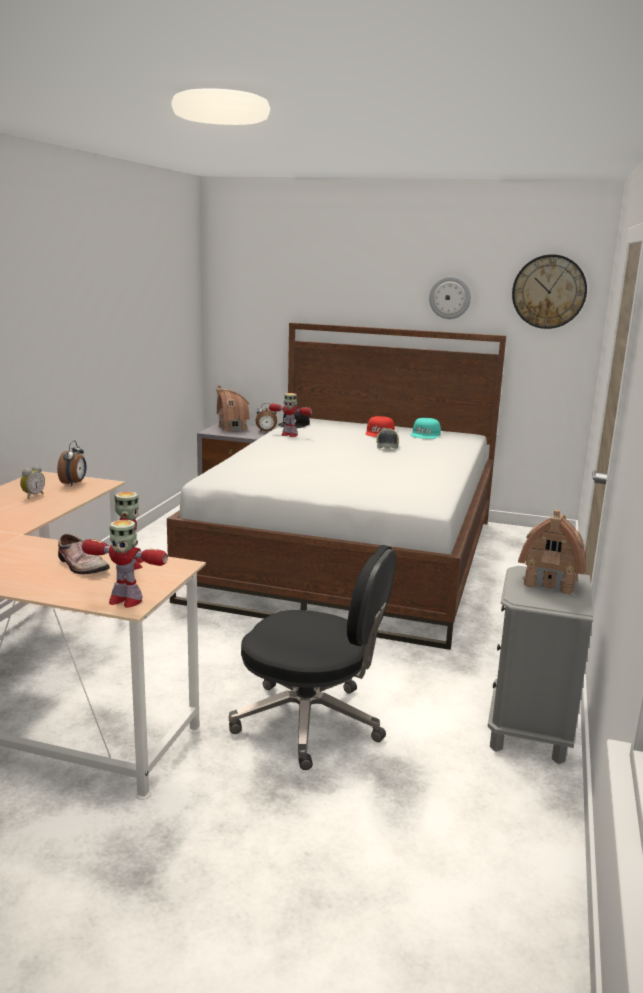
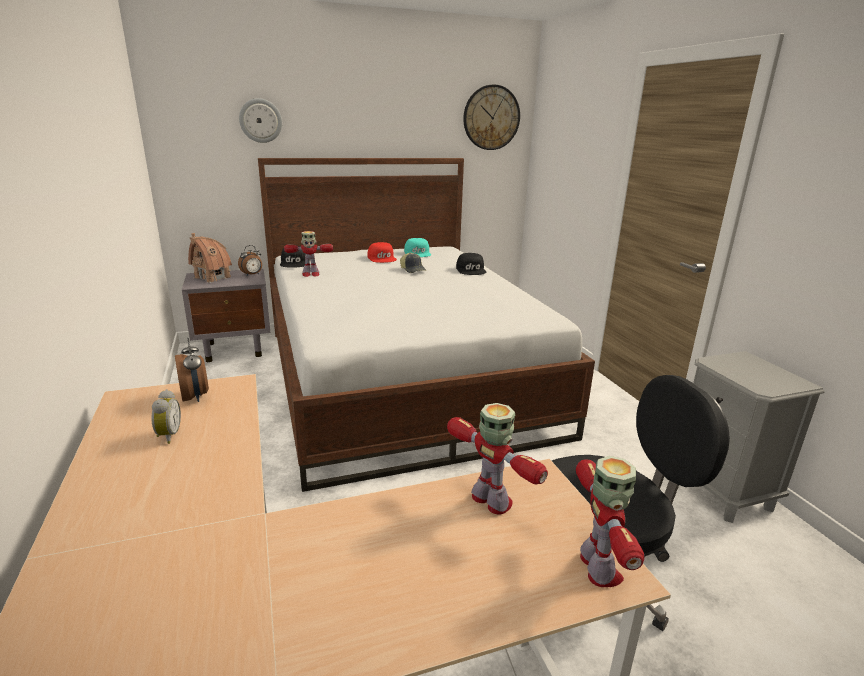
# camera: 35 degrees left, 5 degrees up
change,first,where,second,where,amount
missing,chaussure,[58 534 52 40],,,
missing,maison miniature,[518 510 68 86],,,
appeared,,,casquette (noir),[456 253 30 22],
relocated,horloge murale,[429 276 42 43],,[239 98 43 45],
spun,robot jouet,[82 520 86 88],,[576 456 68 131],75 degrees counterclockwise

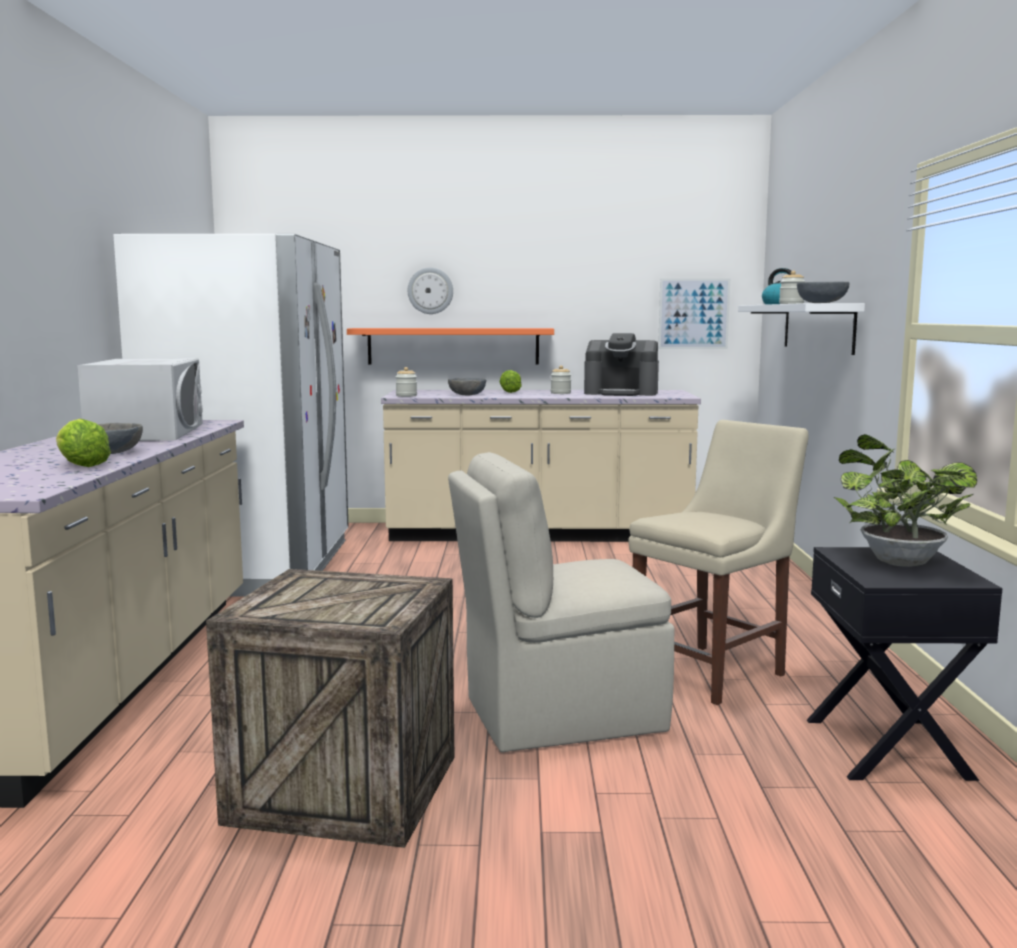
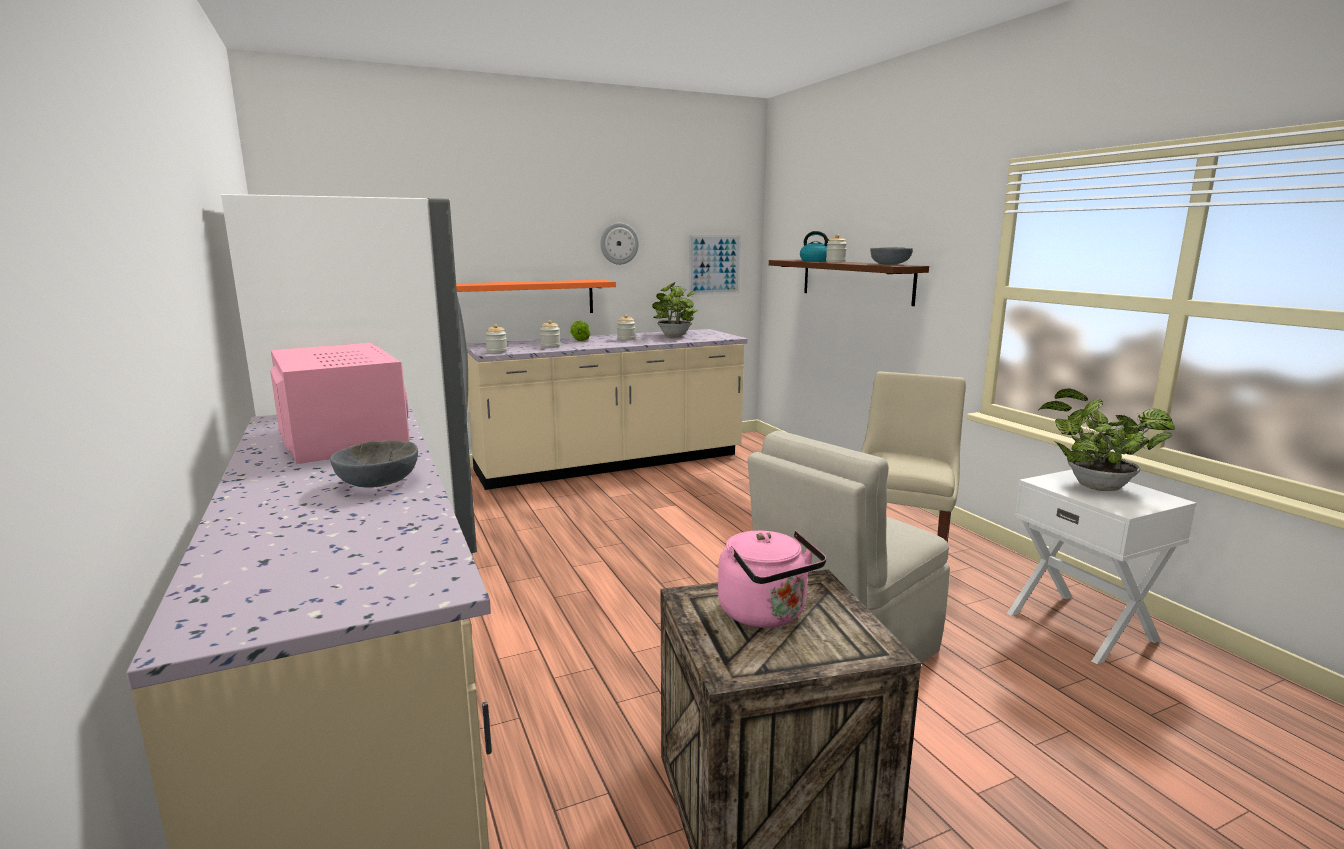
# camera: 25 degrees left, 5 degrees up
change,first,where,second,where,amount
missing,laitue,[56 419 55 48],,,
appeared,,,bouilloire (rose),[718 531 108 97],
relocated,horloge murale,[408 267 45 47],,[600 223 39 42],
exchanged,bol (gris),[448 378 38 17],bocal,[540 320 20 28],
exchanged,machine à café,[584 333 75 63],plante en pot,[652 282 46 55],
colour,micro-ondes (blanc),[77 358 126 83],micro-ondes (rose),[270 343 140 121],
colour,étagère (blanc),[738 303 127 52],étagère (marron),[769 260 160 46],
colour,table de chevet (noir),[807 547 195 234],table de chevet (blanc),[1007 470 190 194],

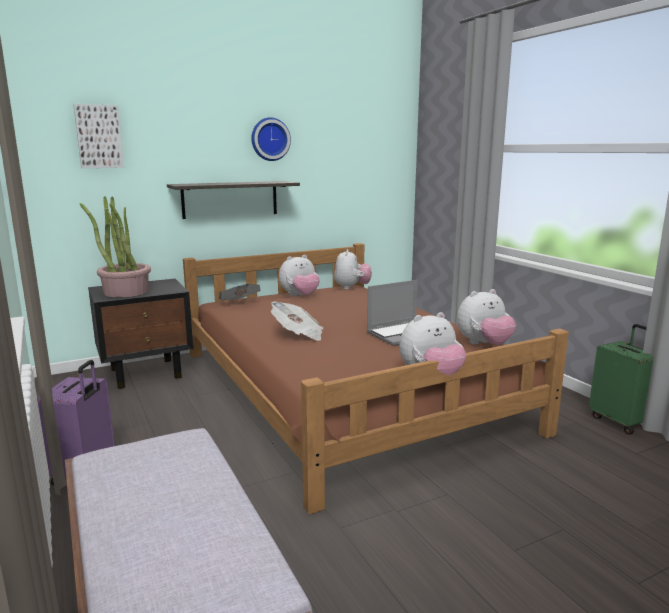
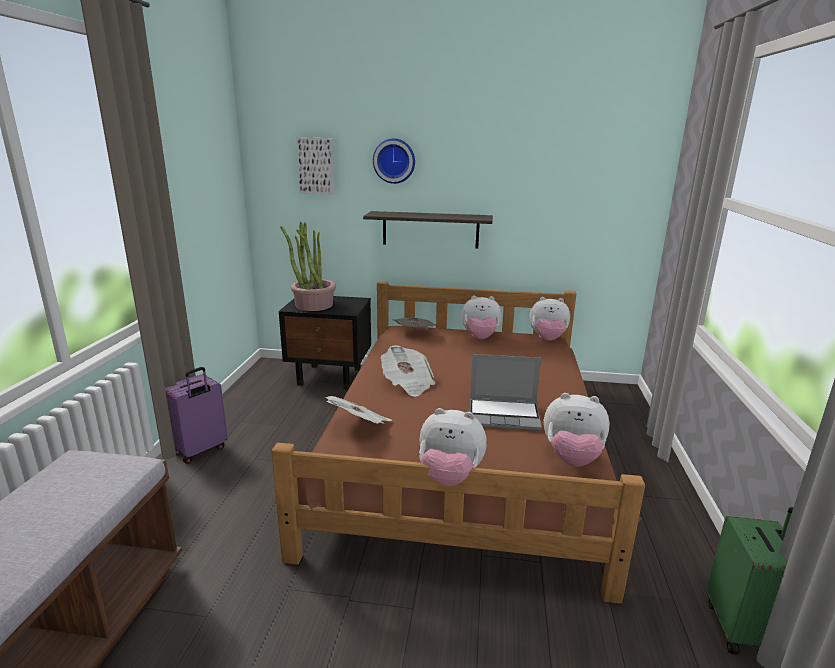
# camera: 35 degrees right, 5 degrees up
change,first,where,second,where,amount
appeared,,,journal,[325 396 67 28],
relocated,horloge murale,[251 117 40 44],,[373 138 42 46],
spun,peluche,[334 249 38 41],,[529 297 41 44],60 degrees clockwise

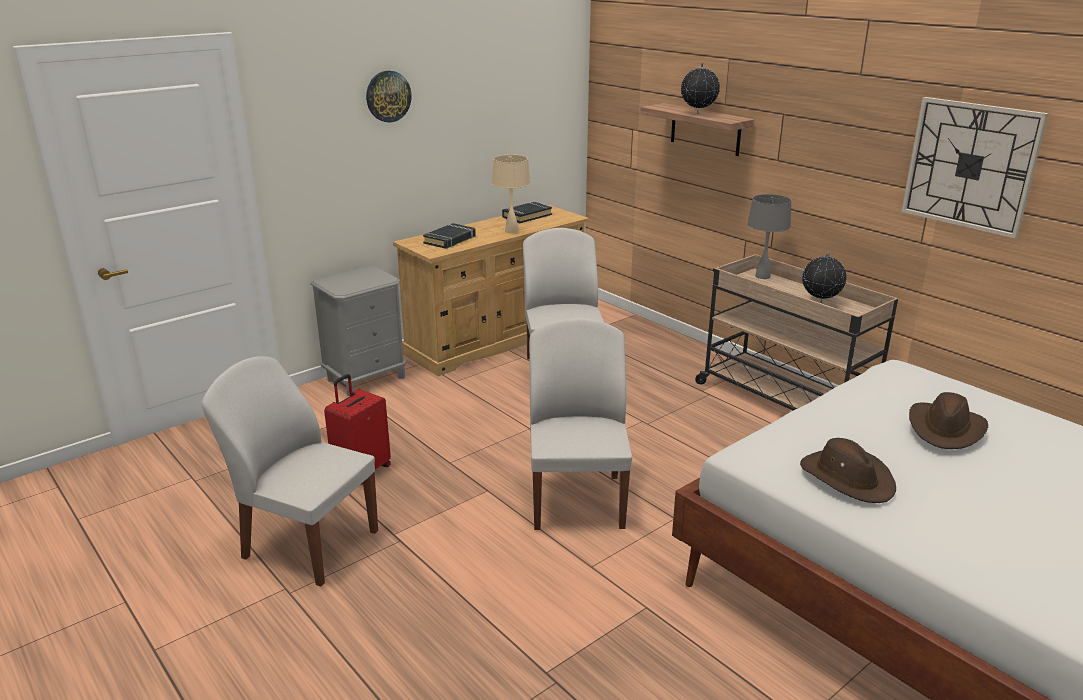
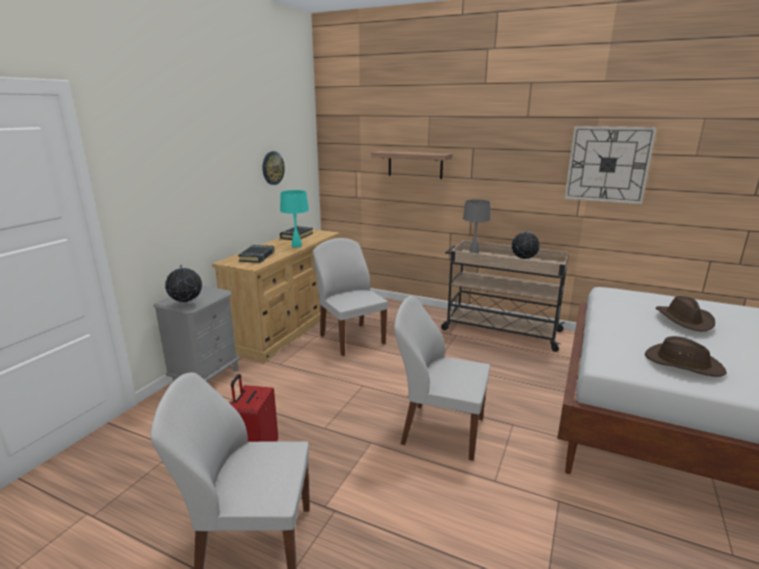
# camera: 25 degrees left, 5 degrees down
change,first,where,second,where,amount
relocated,horloge murale,[366 71 46 52],,[263 151 22 34],
relocated,globe,[681 63 39 51],,[165 264 37 42],
colour,lampe de table (beige),[492 154 38 79],lampe de table (turquoise),[280 190 29 57],
spun,chaise (blanc),[529 318 103 212],,[394 296 96 165],45 degrees counterclockwise

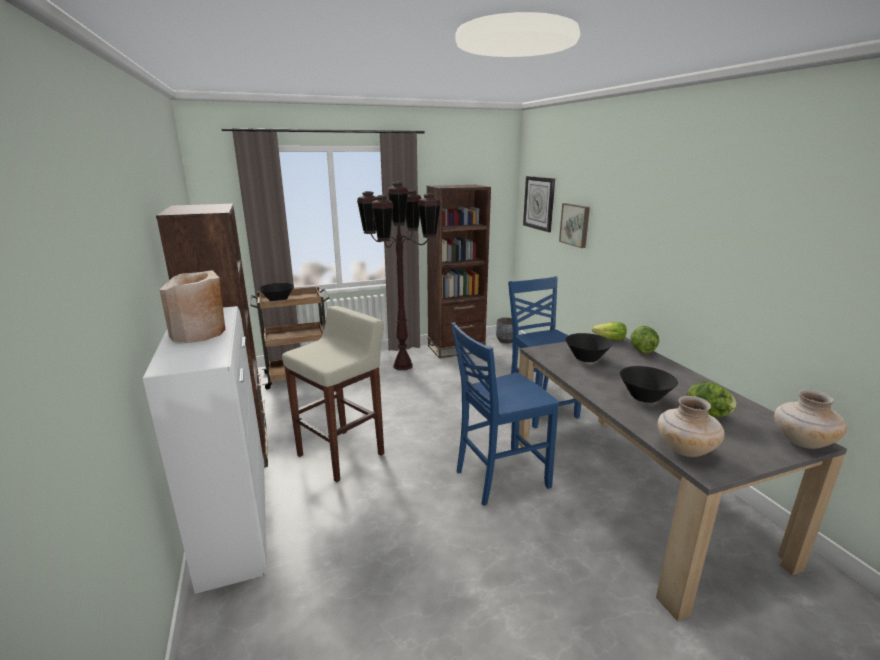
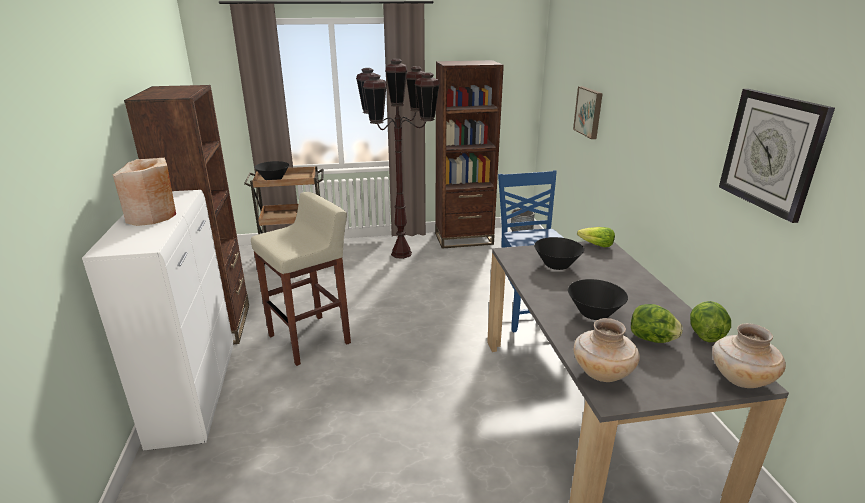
# camera: 10 degrees right, 5 degrees up
change,first,where,second,where,amount
missing,chaise (bleu),[451 322 108 184],,,
relocated,horloge murale,[523 176 32 56],,[719 89 116 134],
relocated,laitue,[630 326 29 28],,[690 301 41 42],

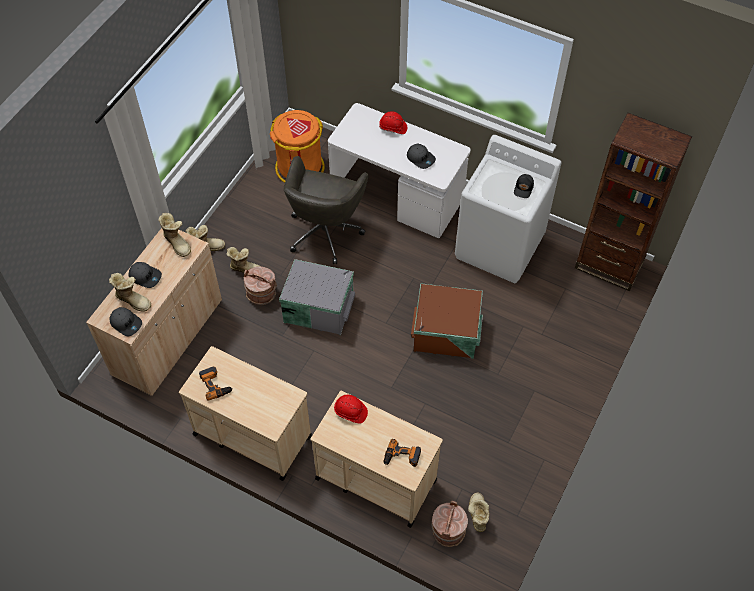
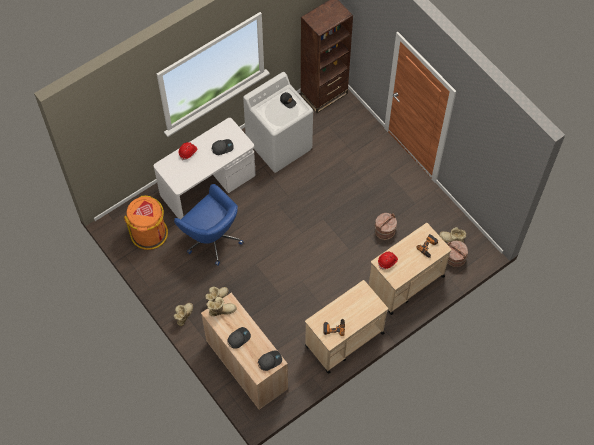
# camera: 65 degrees left, 5 degrees up
change,first,where,second,where,amount
missing,botte,[109 273 42 39],,,
missing,boîte de rangement (gris),[279 259 76 76],,,
missing,boîte de rangement (marron),[411 283 72 76],,,
relocated,seau (marron),[244 266 33 39],,[375 213 22 27],
colour,chaise de bureau (gris),[284 156 85 108],chaise de bureau (bleu),[174 184 69 82],

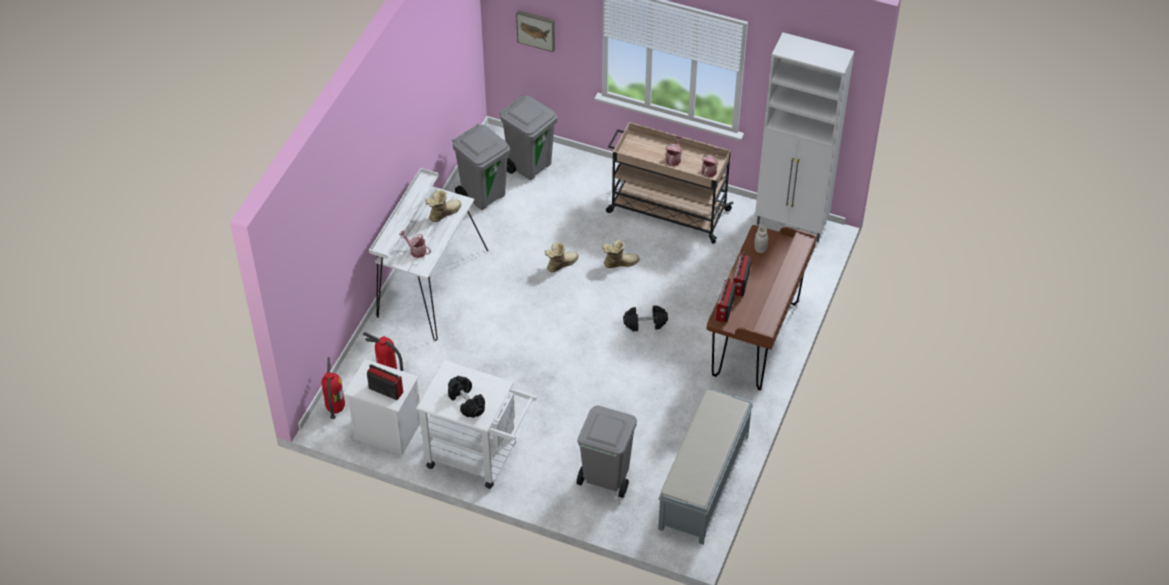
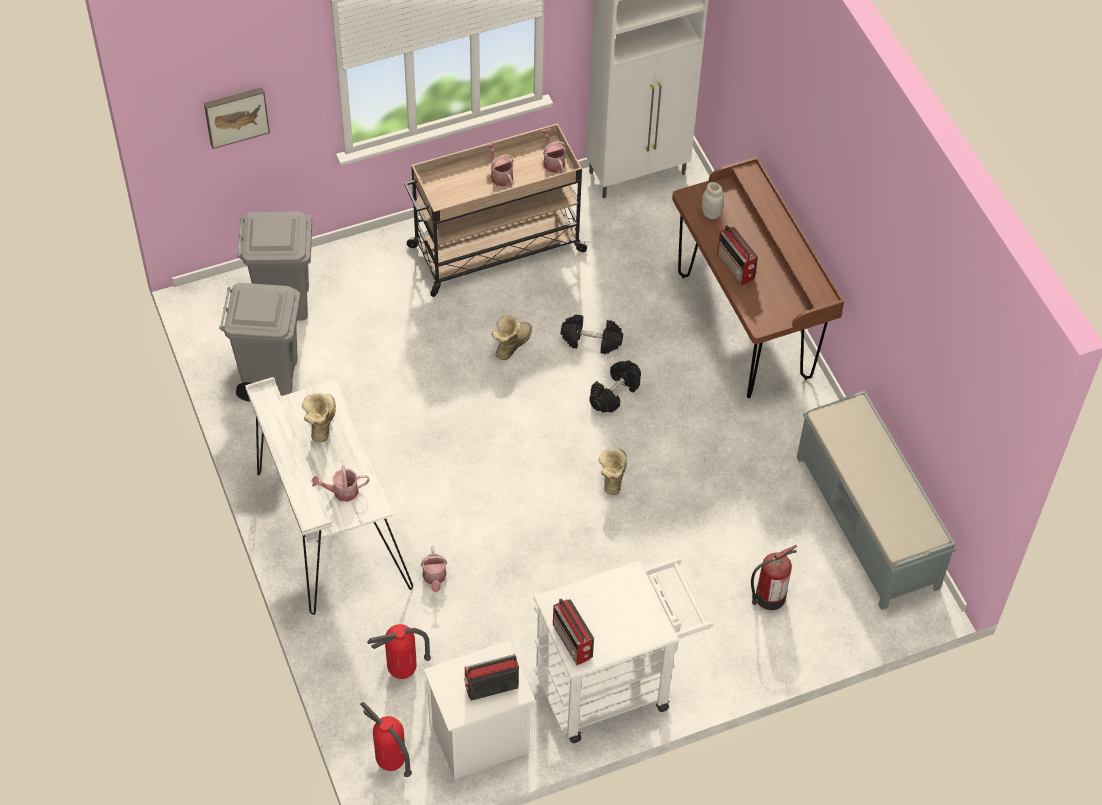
# camera: 45 degrees left, 5 degrees up
change,first,where,second,where,amount
appeared,,,arrosoir,[421 546 26 46],
relocated,haltère (noir),[448 376 37 42],,[561 315 62 39],
relocated,botte,[545 242 34 31],,[599 449 28 46],
relocated,radio,[716 278 20 44],,[553 598 41 67],
exchanged,poubelle (gris),[577 405 60 93],extincteur,[751 545 46 65],

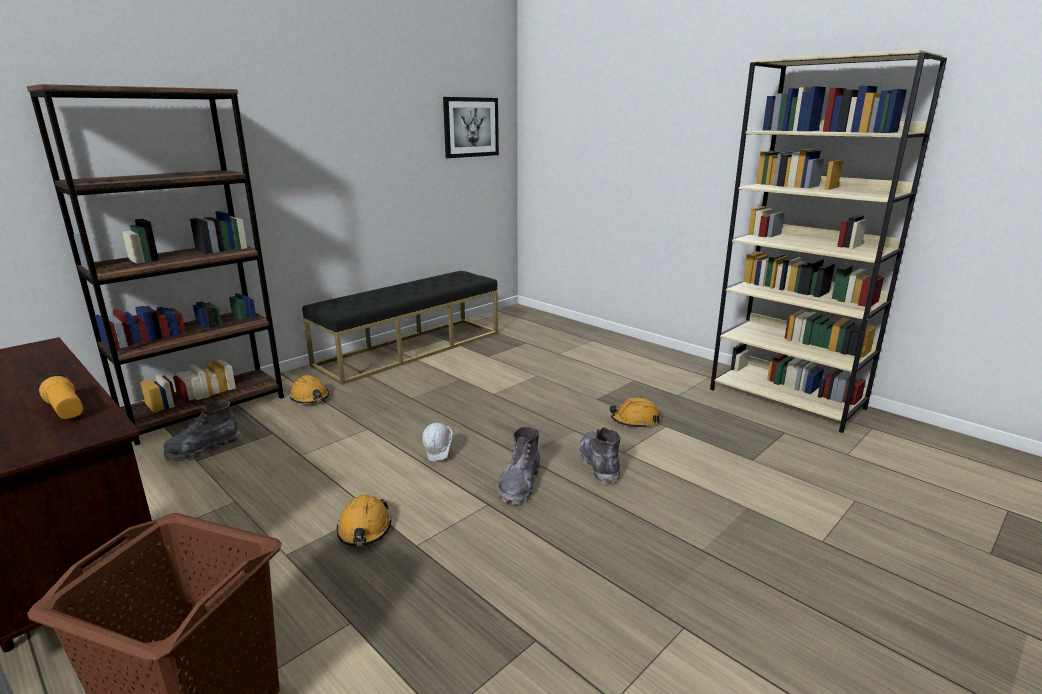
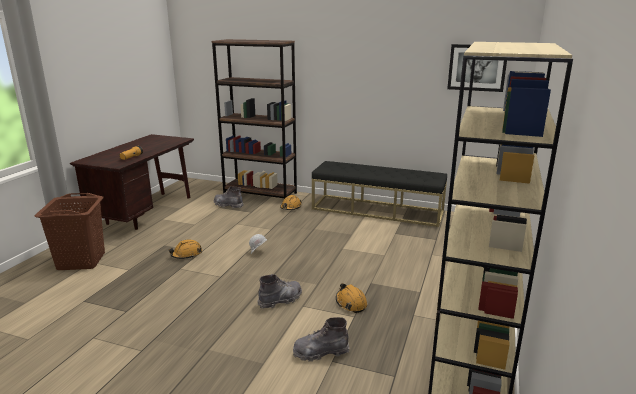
# camera: 65 degrees right, 0 degrees up
change,first,where,second,where,amount
relocated,botte (gris),[498 427 42 78],,[293 317 57 45],

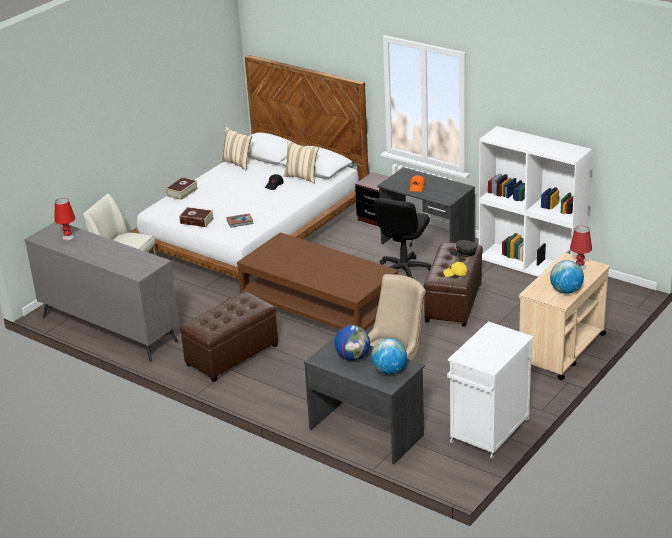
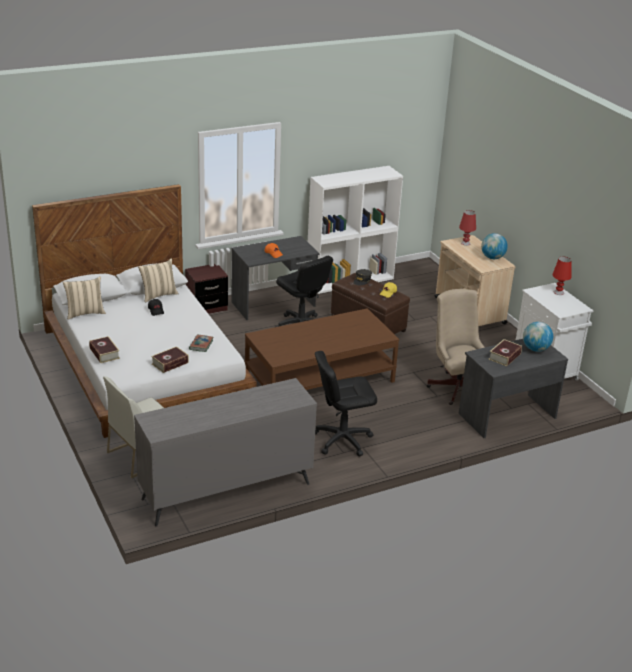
# camera: 65 degrees left, 0 degrees up
change,first,where,second,where,amount
relocated,lampe de table (rouge),[55 198 20 42],,[552 257 20 38],
exchanged,pouf (marron),[180 292 98 90],chaise de bureau (noir),[315 351 62 105],
exchanged,globe,[335 325 35 36],livre,[489 339 33 27],

